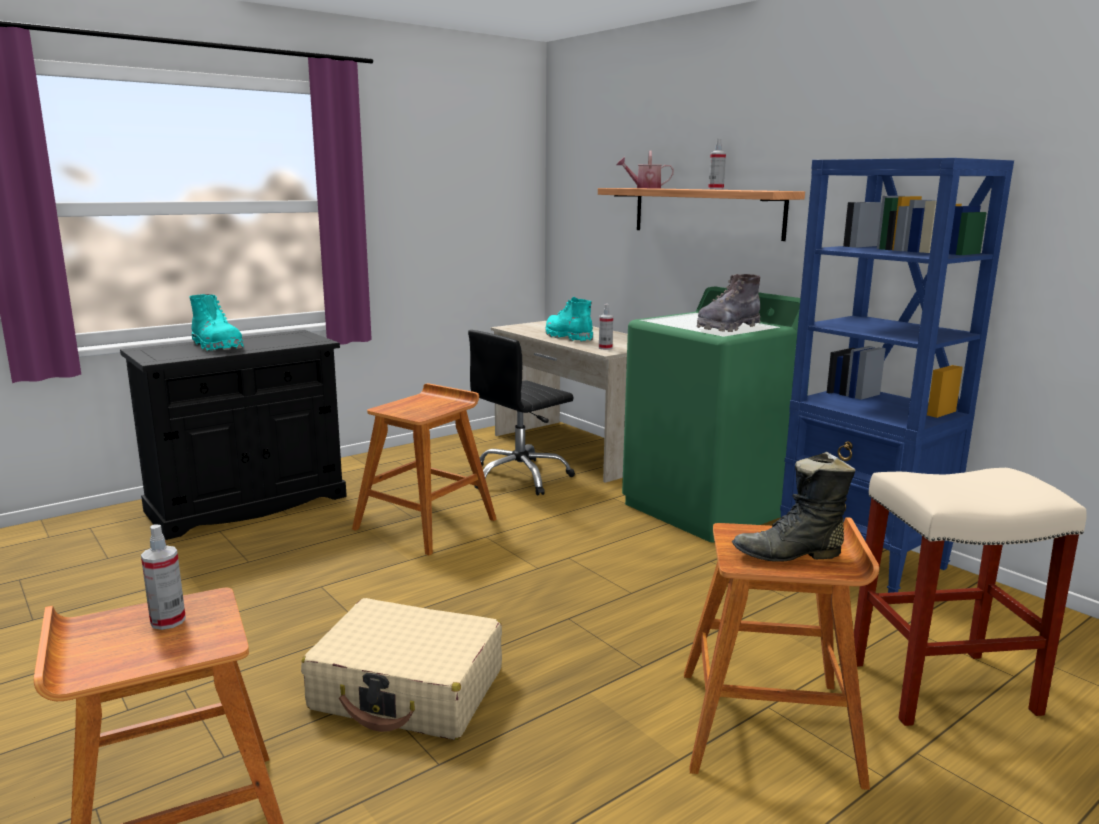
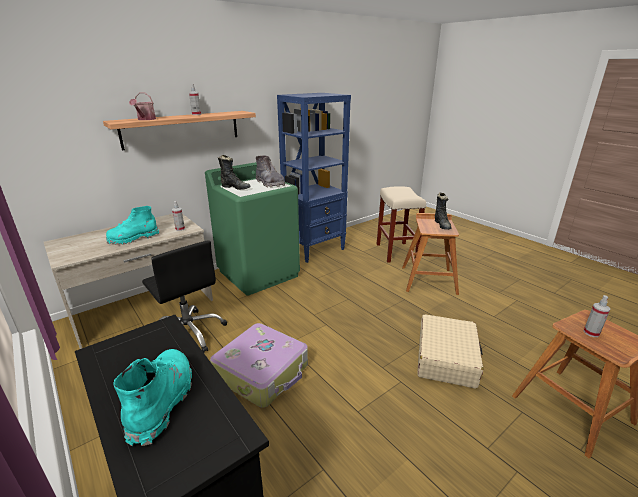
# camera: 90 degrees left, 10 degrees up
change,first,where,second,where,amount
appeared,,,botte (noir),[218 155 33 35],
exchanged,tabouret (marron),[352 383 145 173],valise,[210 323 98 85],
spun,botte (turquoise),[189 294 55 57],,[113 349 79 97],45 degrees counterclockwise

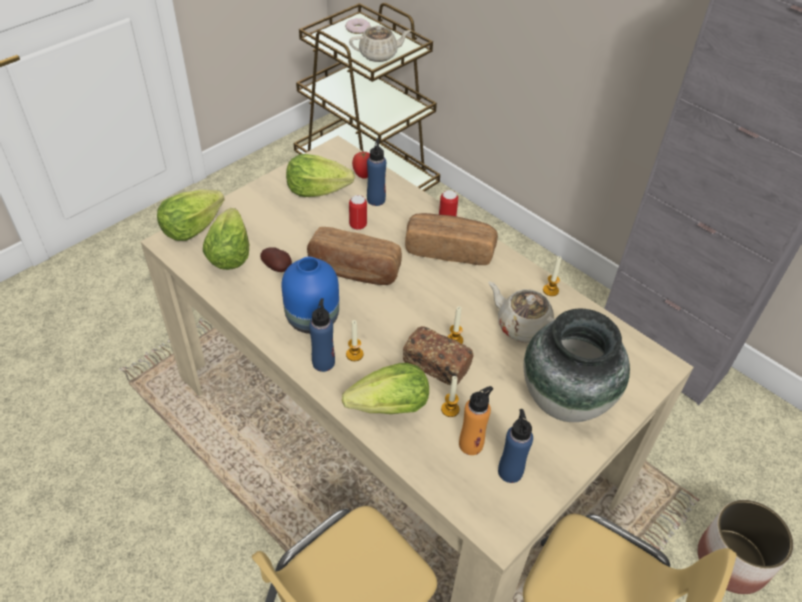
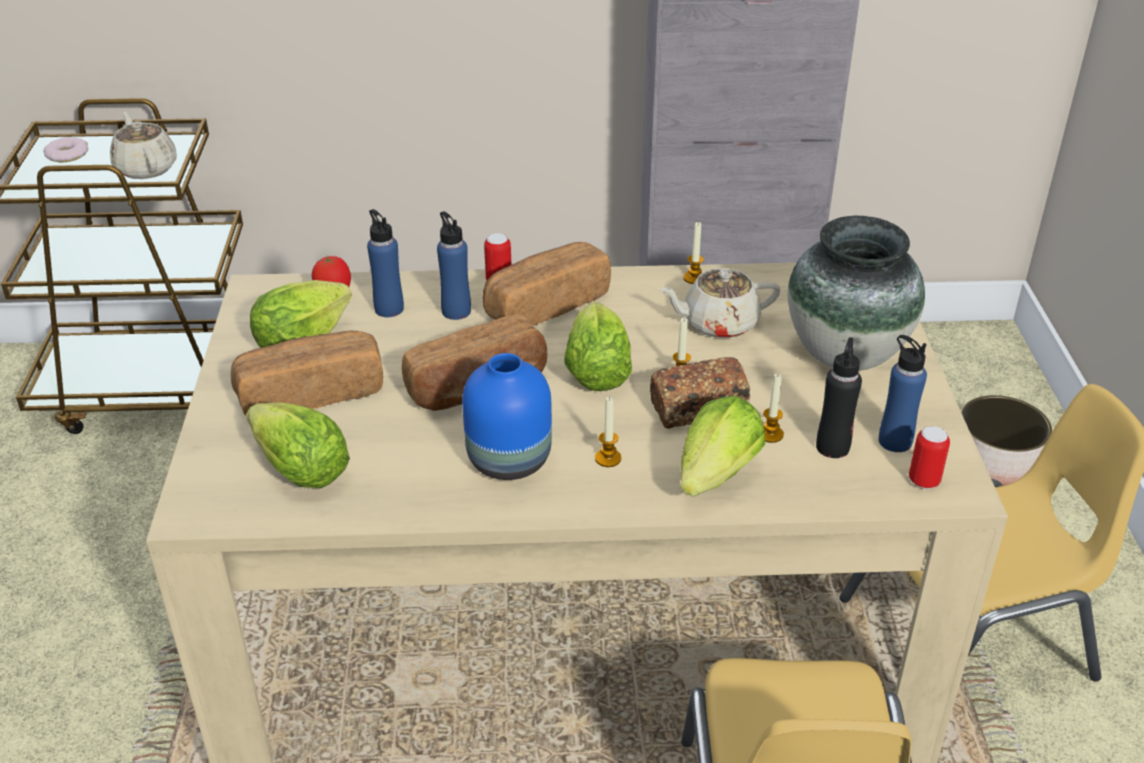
# camera: 45 degrees left, 10 degrees down
change,first,where,second,where,amount
missing,pomme de terre,[260 247 32 25],,,
appeared,,,pain,[231 331 152 84],
relocated,laitue,[157 189 68 52],,[564 302 68 89],
relocated,bouteille (bleu),[309 298 26 74],,[437 211 34 109],
relocated,boîte métallique,[349 195 18 35],,[909 426 41 63],
colour,bouteille (orange),[459 386 34 69],bouteille (noir),[816 337 46 121],
spun,théière (beige),[349 26 62 36],,[110 112 67 67],60 degrees counterclockwise

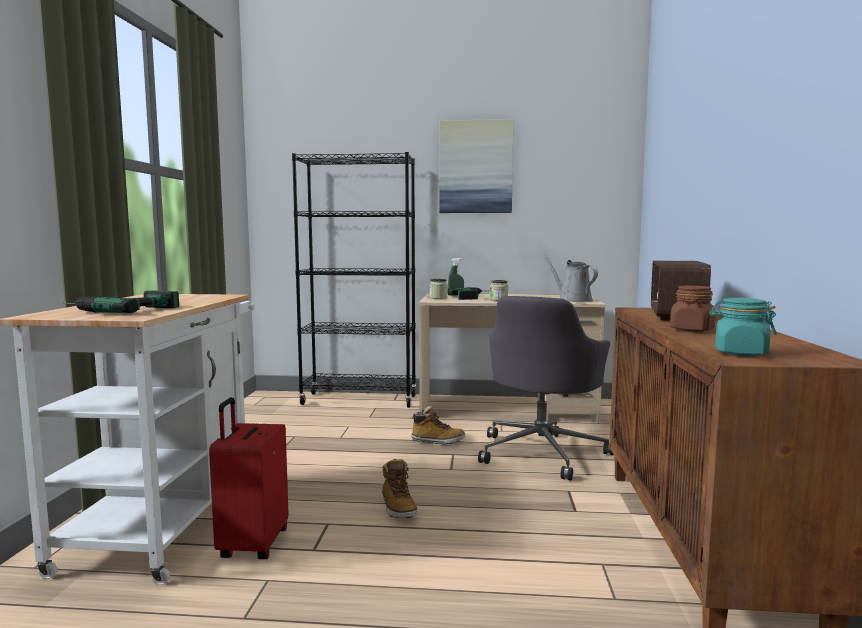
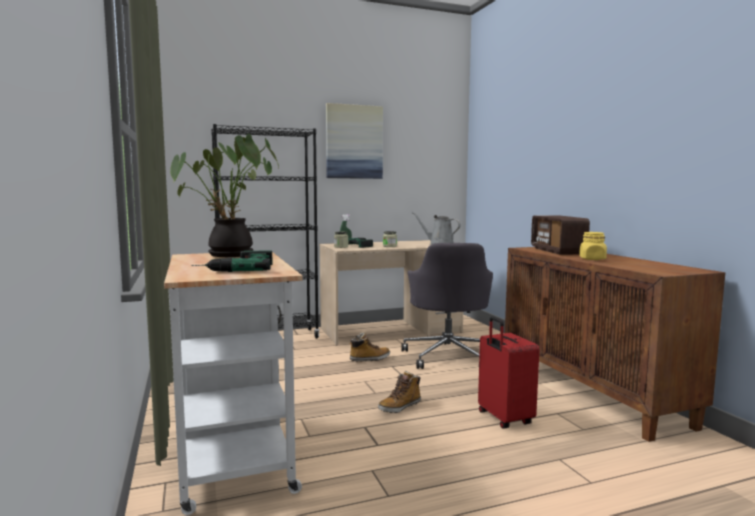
# camera: 25 degrees left, 0 degrees up
change,first,where,second,where,amount
missing,bocal (turquoise),[710 298 67 58],,,
appeared,,,plante en pot,[170 133 109 124],
relocated,valise (rouge),[209 397 80 162],,[478 316 62 113],
colour,bocal (marron),[670 286 46 46],bocal (jaune),[579 232 28 28],
spun,botte,[382 459 36 59],,[378 371 43 42],90 degrees clockwise

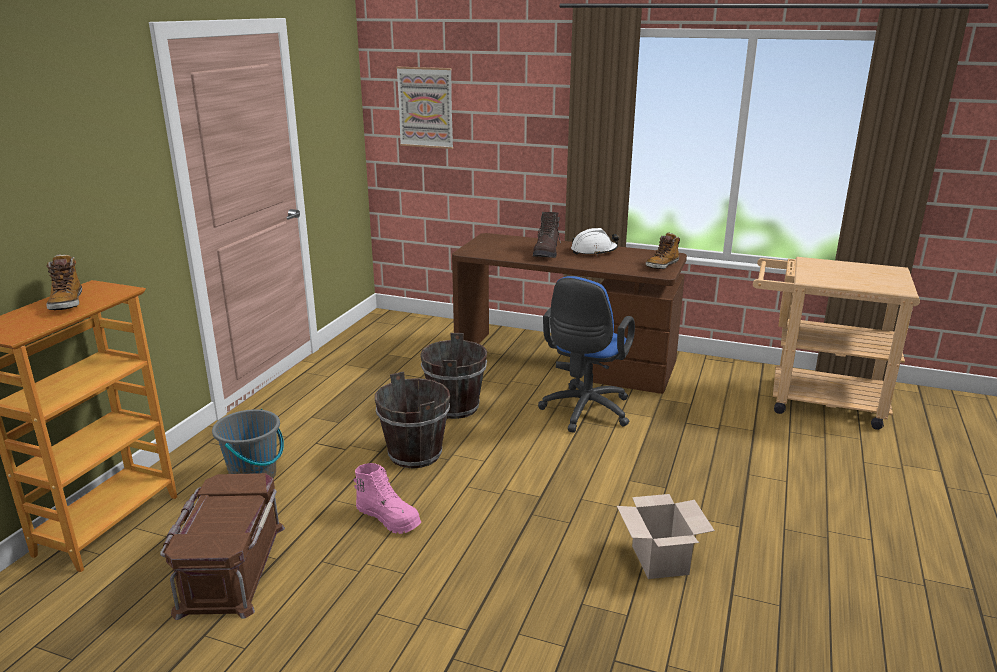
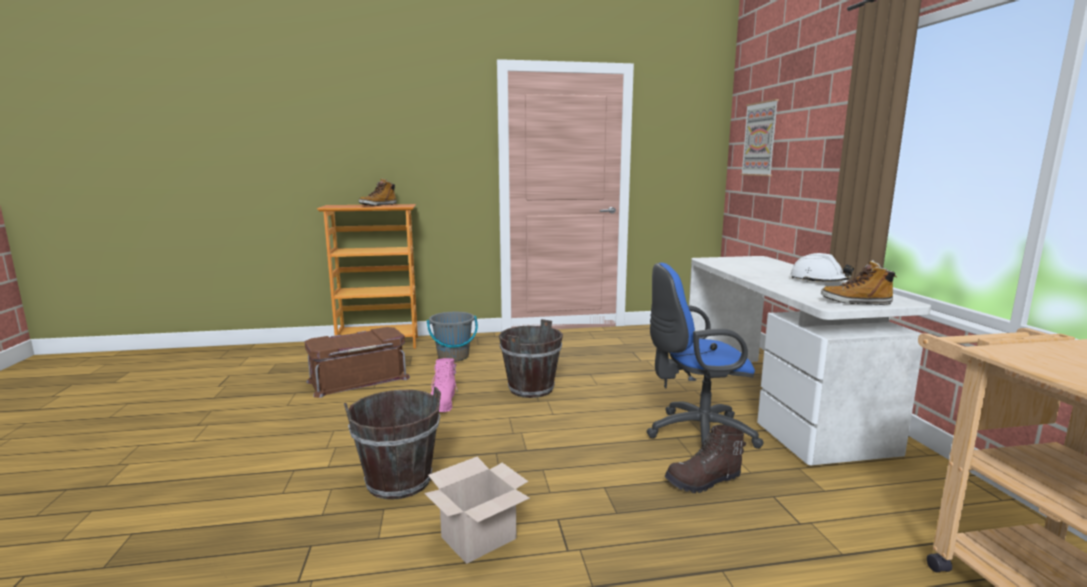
# camera: 60 degrees right, 10 degrees down
change,first,where,second,where,amount
relocated,seau (marron),[420 333 67 86],,[344 387 97 113],
relocated,botte (marron),[533 212 28 46],,[665 425 81 68],
colour,bureau (marron),[452 233 235 161],bureau (blanc),[689 256 242 210],

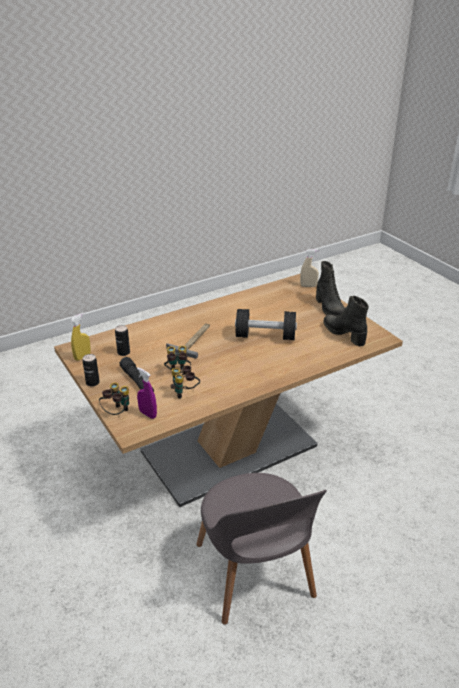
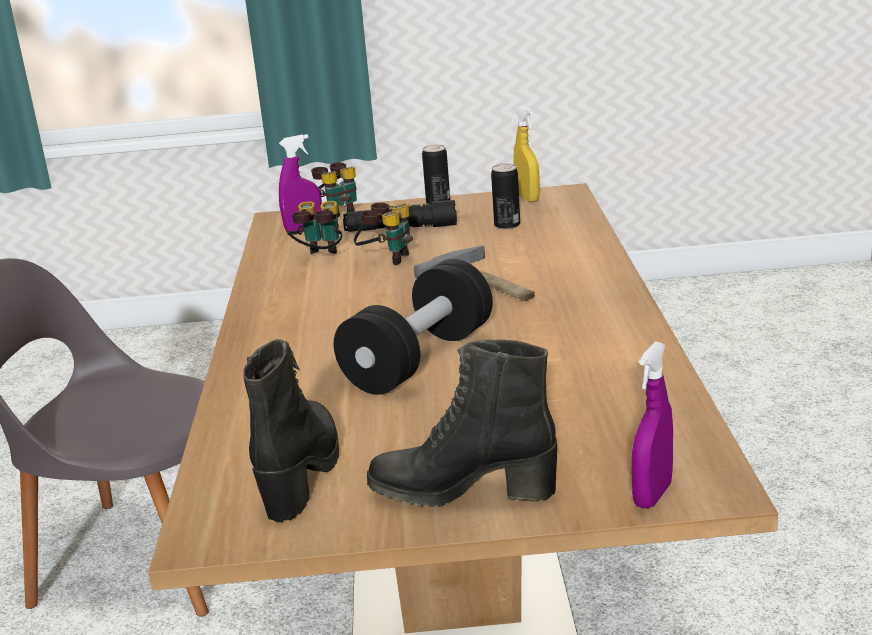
# camera: 120 degrees right, 10 degrees down
change,first,where,second,where,amount
colour,vaporisateur (beige),[300 249 19 38],vaporisateur (violet),[632 342 41 166],
spun,botte (noir),[323 296 46 50],,[243 339 96 183],75 degrees counterclockwise

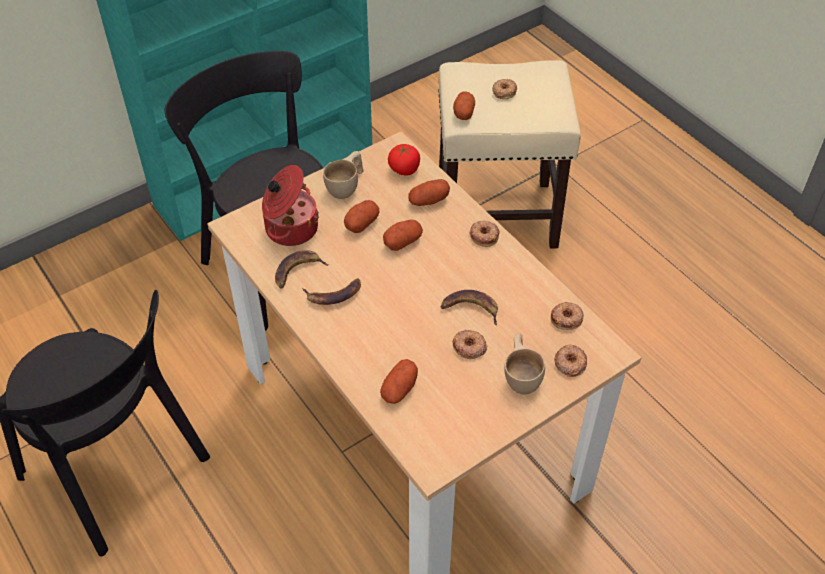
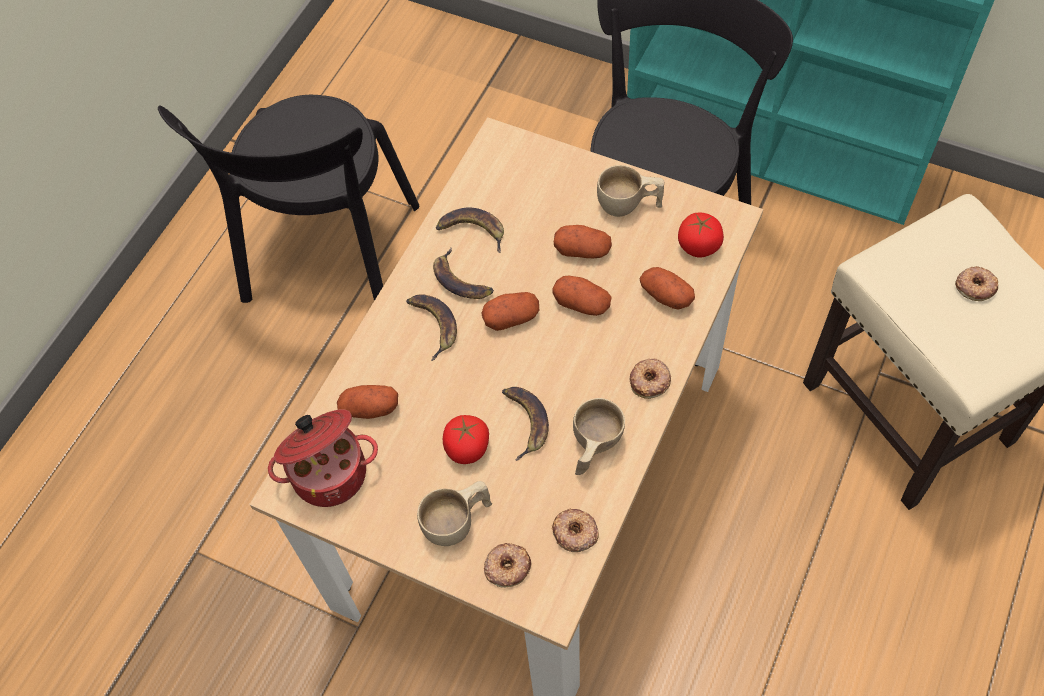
# camera: 65 degrees right, 10 degrees up
change,first,where,second,where,amount
appeared,,,banane,[406 295 51 66],
appeared,,,tasse (beige),[573 398 52 77],
relocated,marmite,[262 165 57 81],,[268 409 110 98],
relocated,pomme de terre,[453 91 22 29],,[481 292 58 39],
exchanged,beignet,[452 329 35 30],tomate,[443 415 46 49],

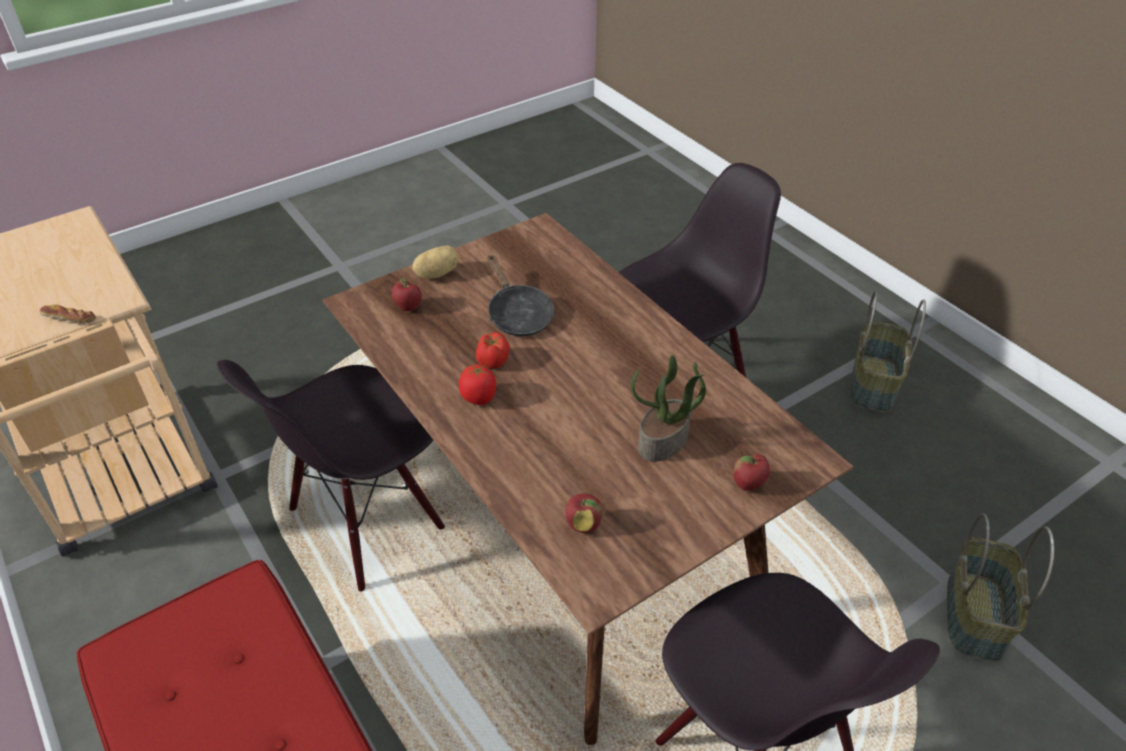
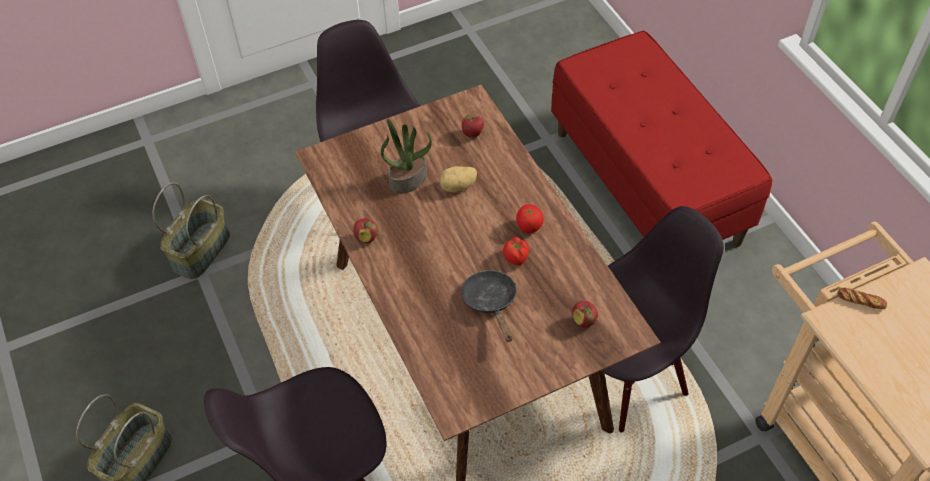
# camera: 170 degrees left, 10 degrees up
change,first,where,second,where,amount
relocated,pomme de terre,[412 246 47 33],,[439 166 38 26],
relocated,pomme,[733 454 37 37],,[353 218 24 25],

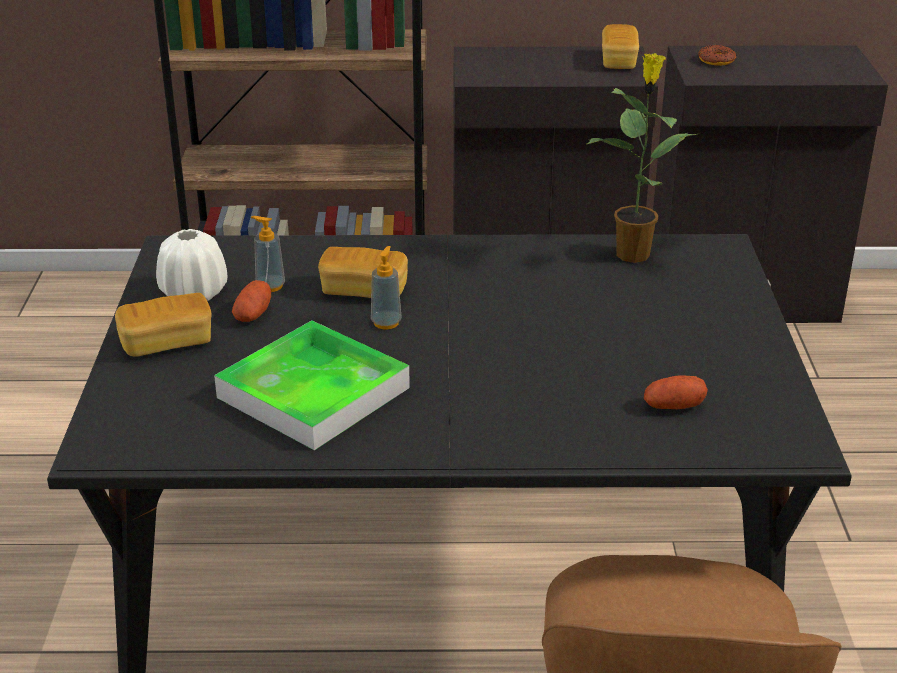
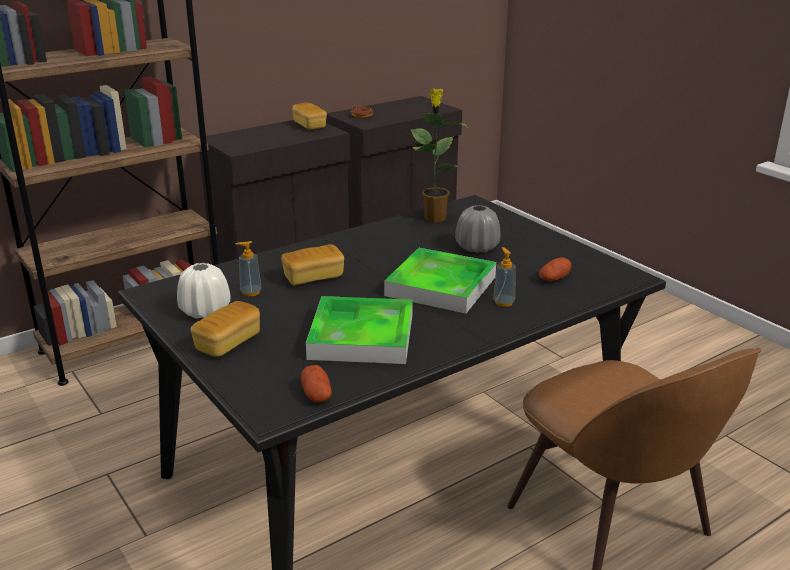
# camera: 35 degrees left, 5 degrees down
change,first,where,second,where,amount
appeared,,,plateau,[384 248 112 66],
appeared,,,vase (gris),[455 205 46 48],
relocated,pomme de terre,[232 280 39 42],,[301 365 31 37],
relocated,distributeur de savon,[371 246 31 84],,[493 247 23 60],

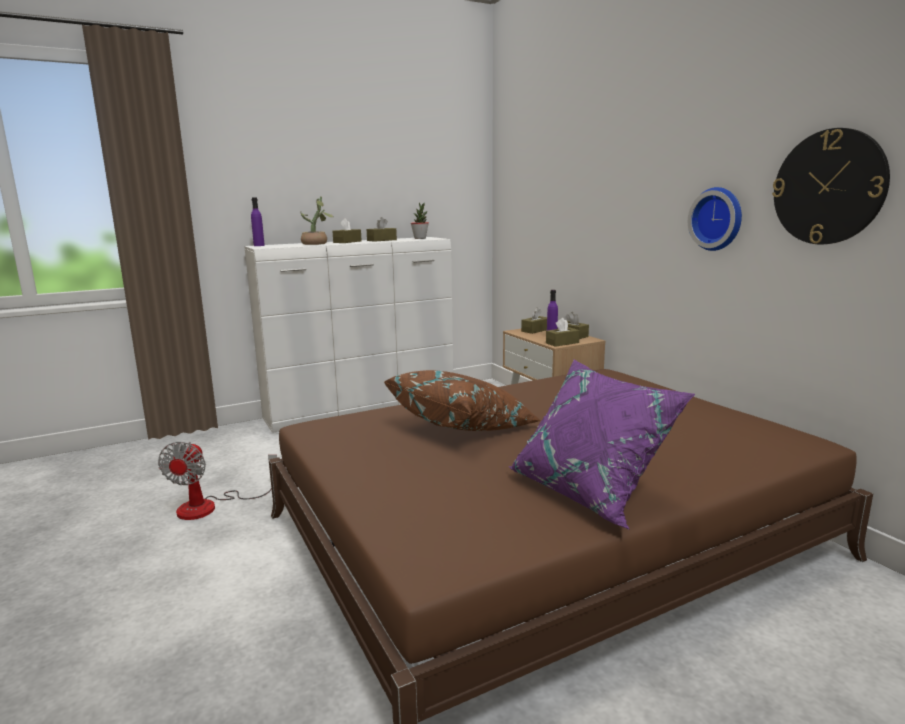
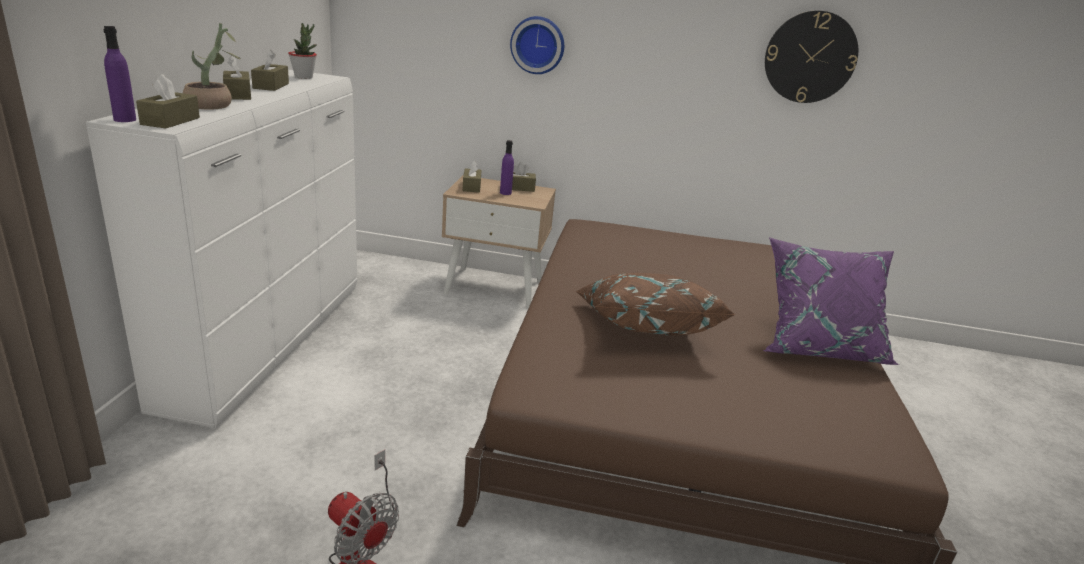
# camera: 55 degrees left, 10 degrees up
change,first,where,second,where,amount
relocated,boîte à mouchoirs (marron),[546 318 34 29],,[136 74 64 55],
relocated,horloge murale,[688 187 54 64],,[510 16 54 58],

